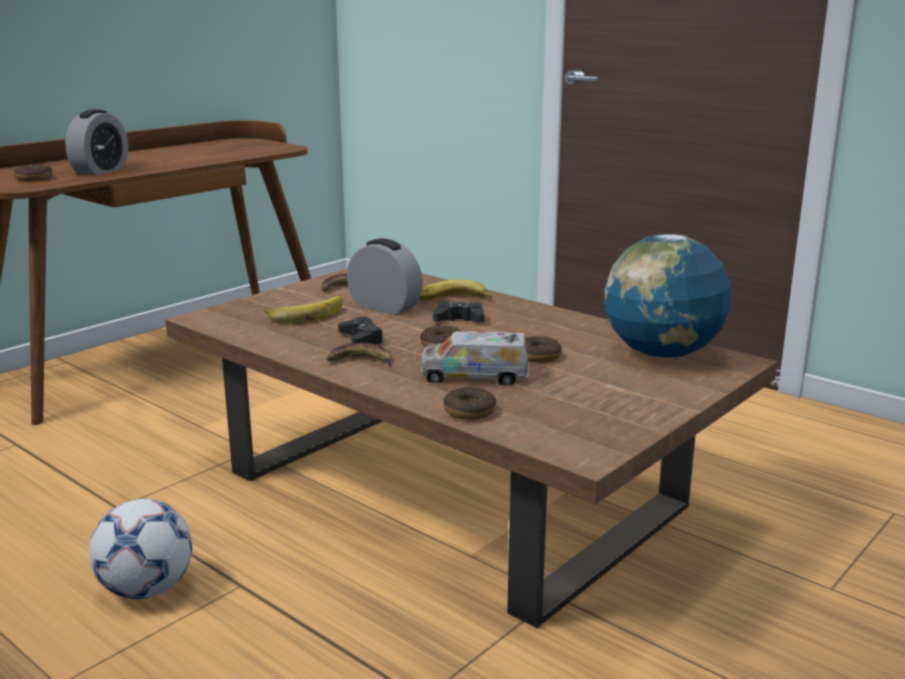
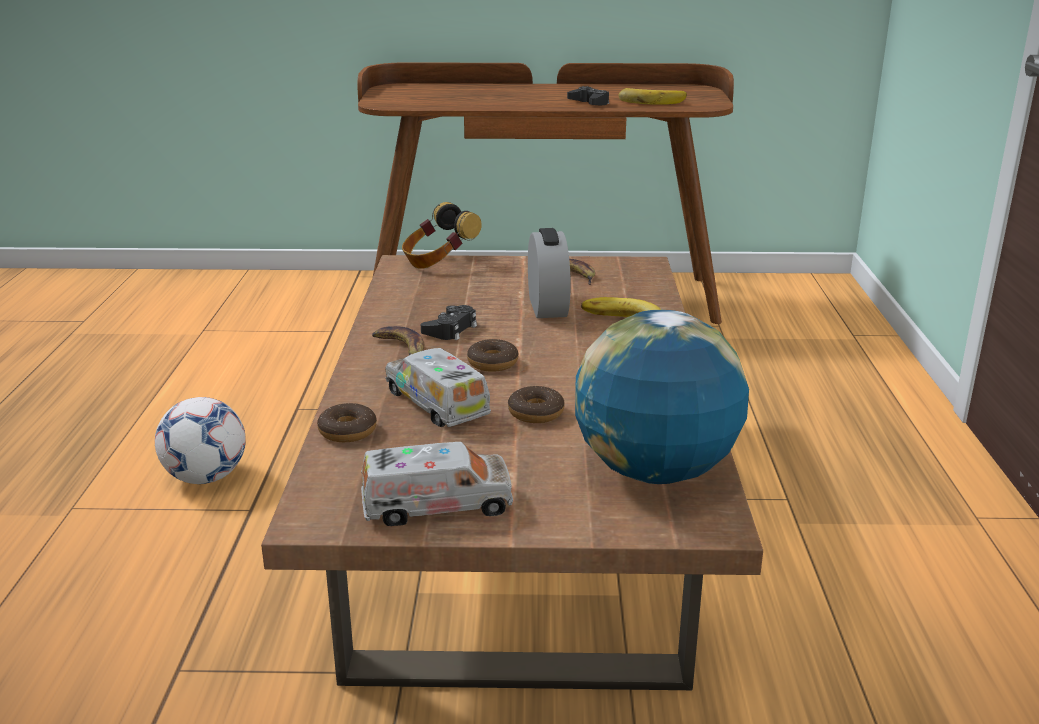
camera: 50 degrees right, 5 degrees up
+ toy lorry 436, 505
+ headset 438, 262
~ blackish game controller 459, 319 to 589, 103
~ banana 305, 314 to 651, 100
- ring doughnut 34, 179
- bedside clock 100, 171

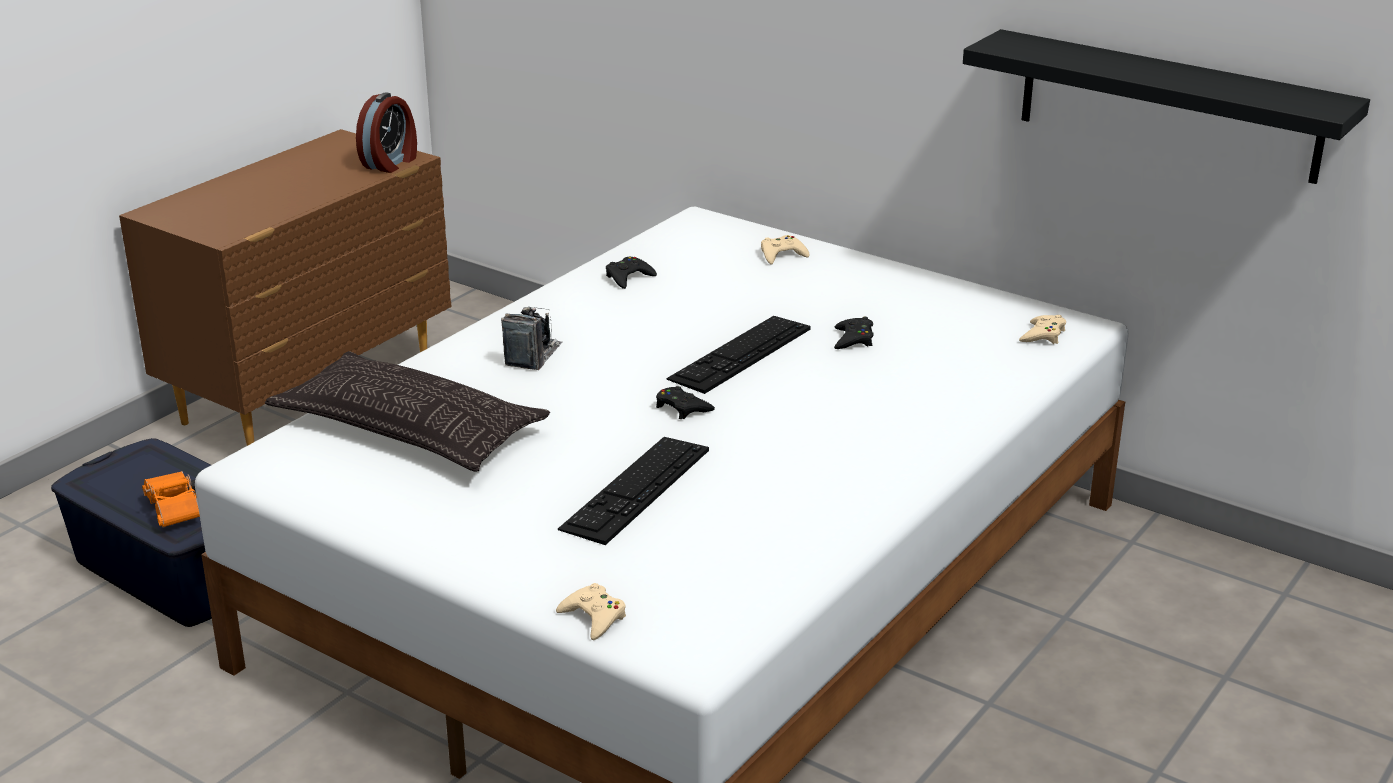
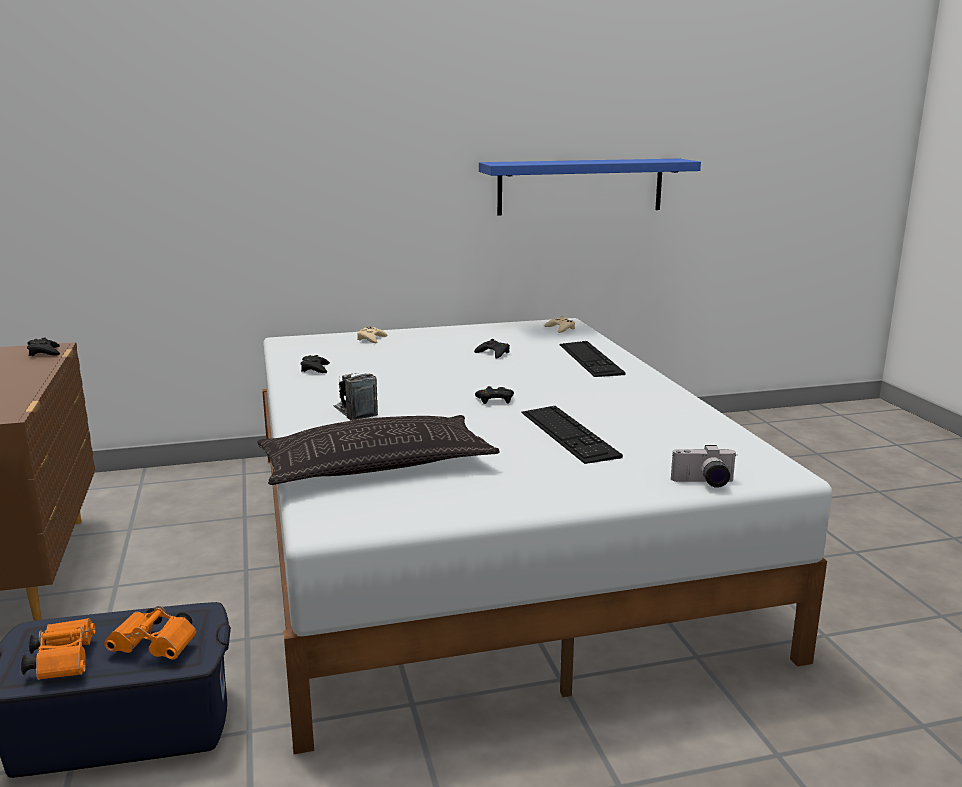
camera: 50 degrees left, 10 degrees down
+ orange pair of binoculars 64, 661
~ bedside clock 391, 163 to blackish game controller 44, 352
~ blackish shelf 1169, 106 to bluish shelf 581, 186
~ computer keyboard 740, 353 to 590, 359
~ beige game controller 594, 617 to photo camera 704, 483

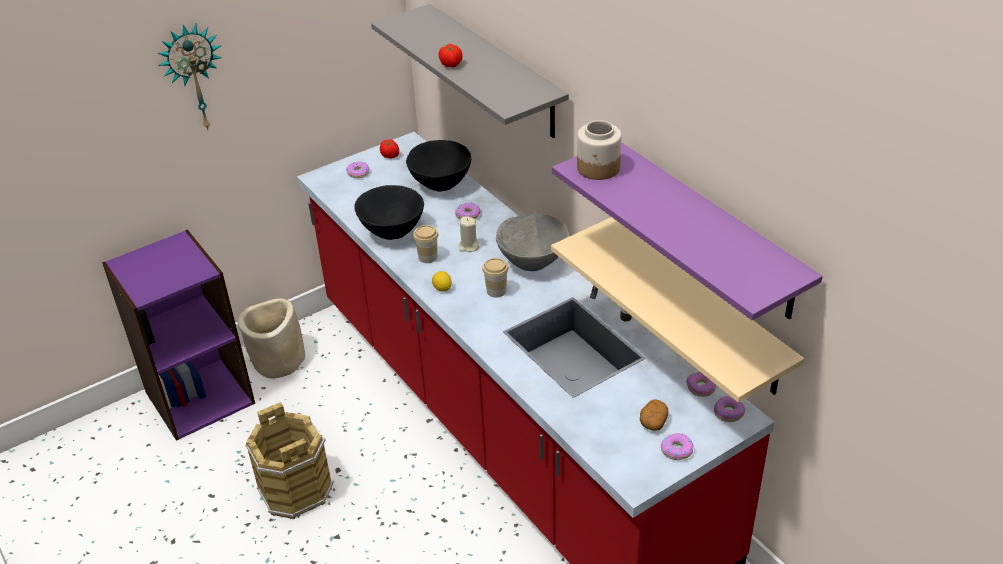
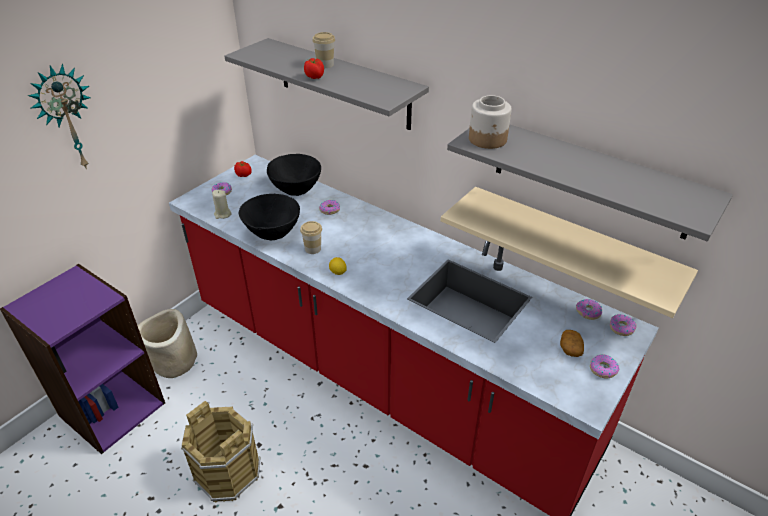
camera: 20 degrees left, 0 degrees up
~ beige wax light 469, 246 to 222, 214
~ small cup 496, 291 to 325, 65
~ purple-coloured shelf 707, 229 to grey shelf 590, 177
- grey serving bowl 532, 262

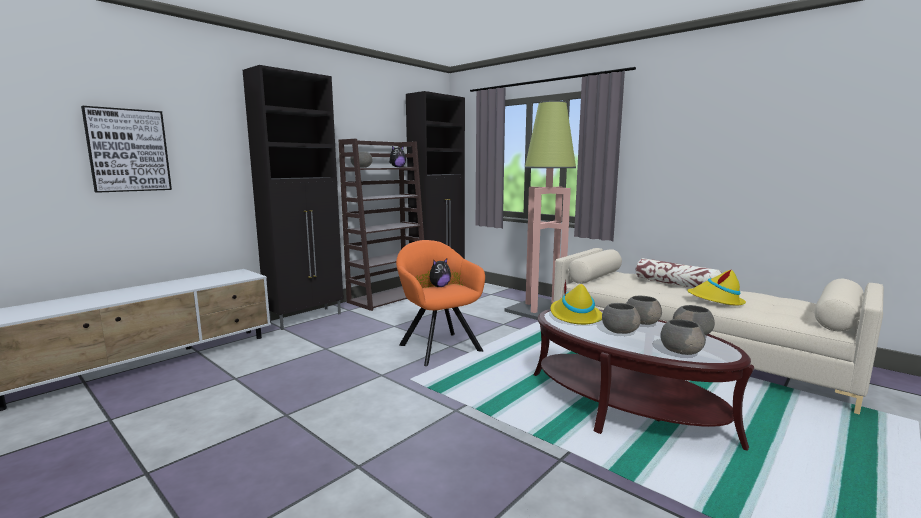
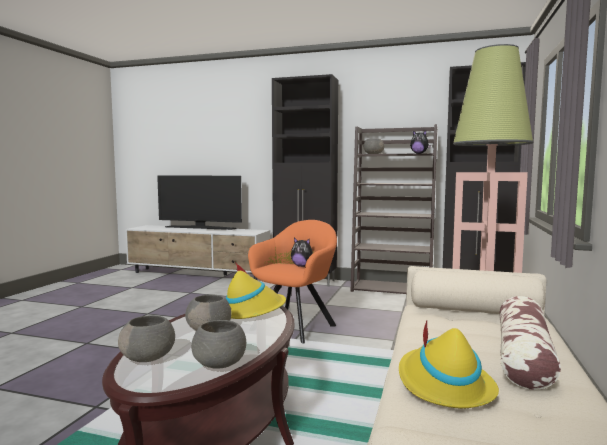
camera: 65 degrees right, 5 degrees down
+ TV set 201, 228
- wall art 128, 150
- grey serving bowl 641, 322

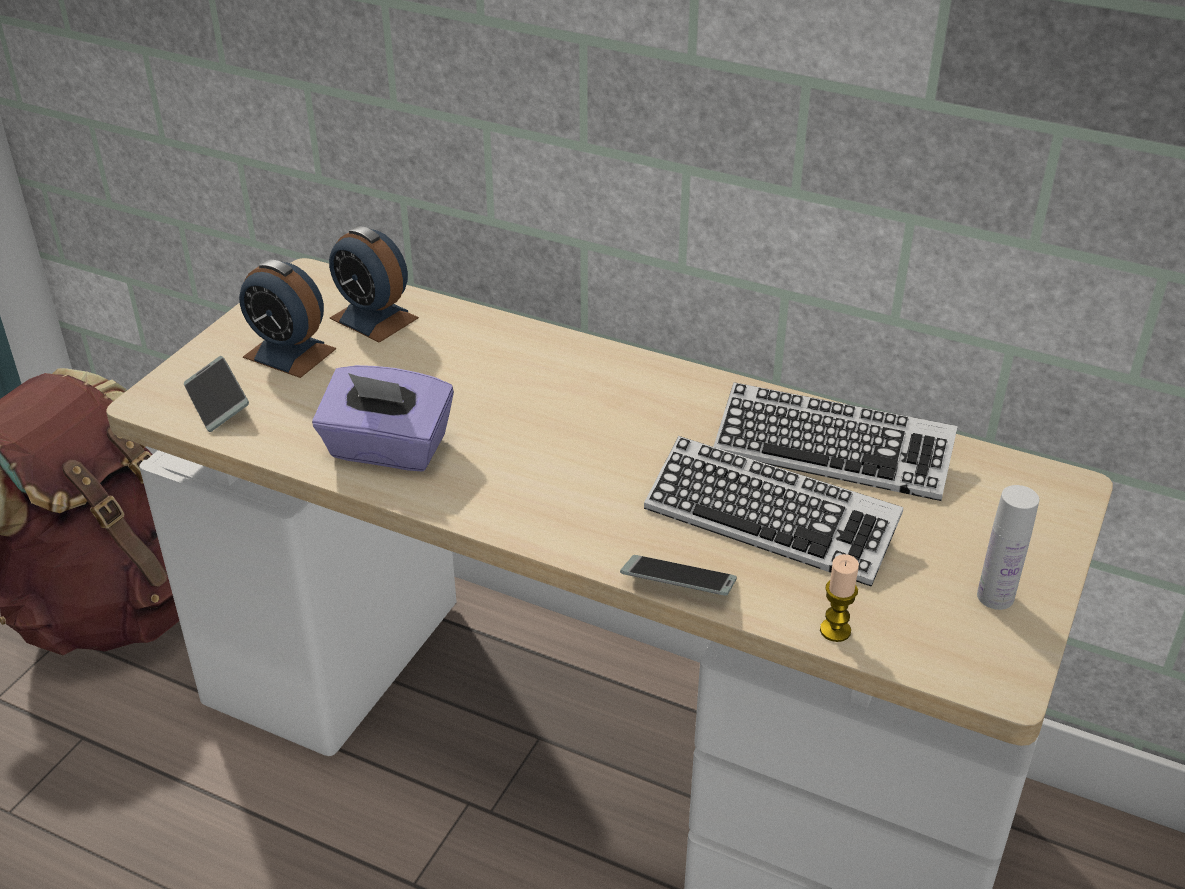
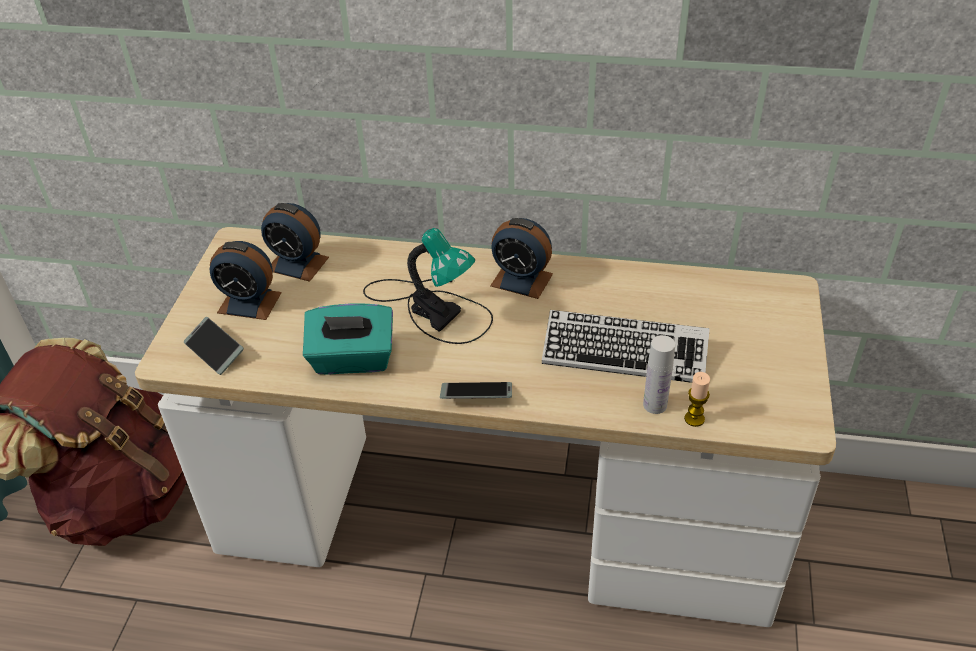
camera: 15 degrees left, 5 degrees up
~ purple-coloured box of tissues 387, 449 to turquoise box of tissues 352, 360
+ lamp for a table 432, 308
~ handset 678, 584 to 476, 396
+ bedside clock 521, 280
~ whitish beverage bottle 995, 596 to 655, 405
- computer keyboard 832, 452

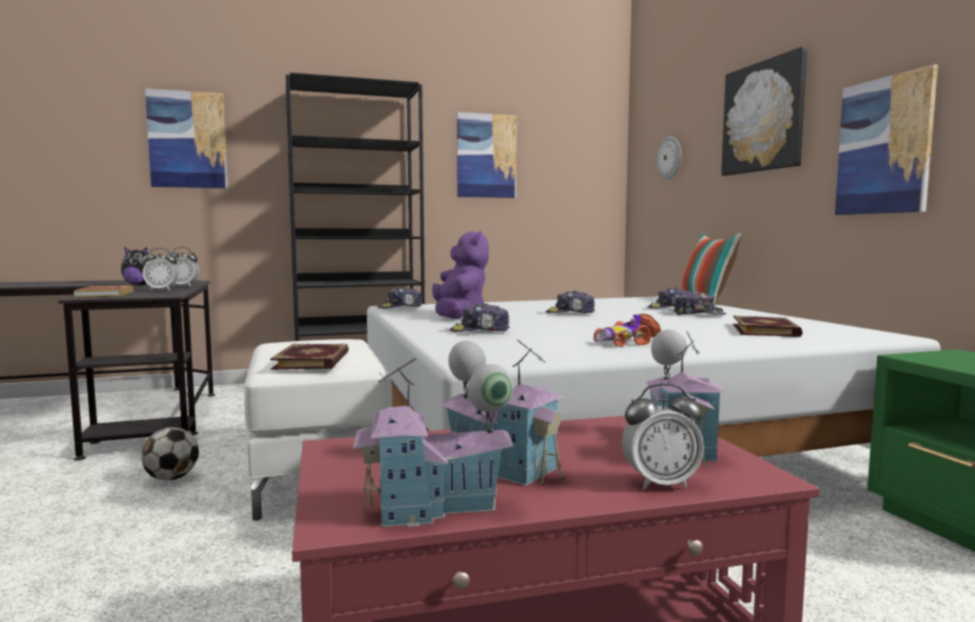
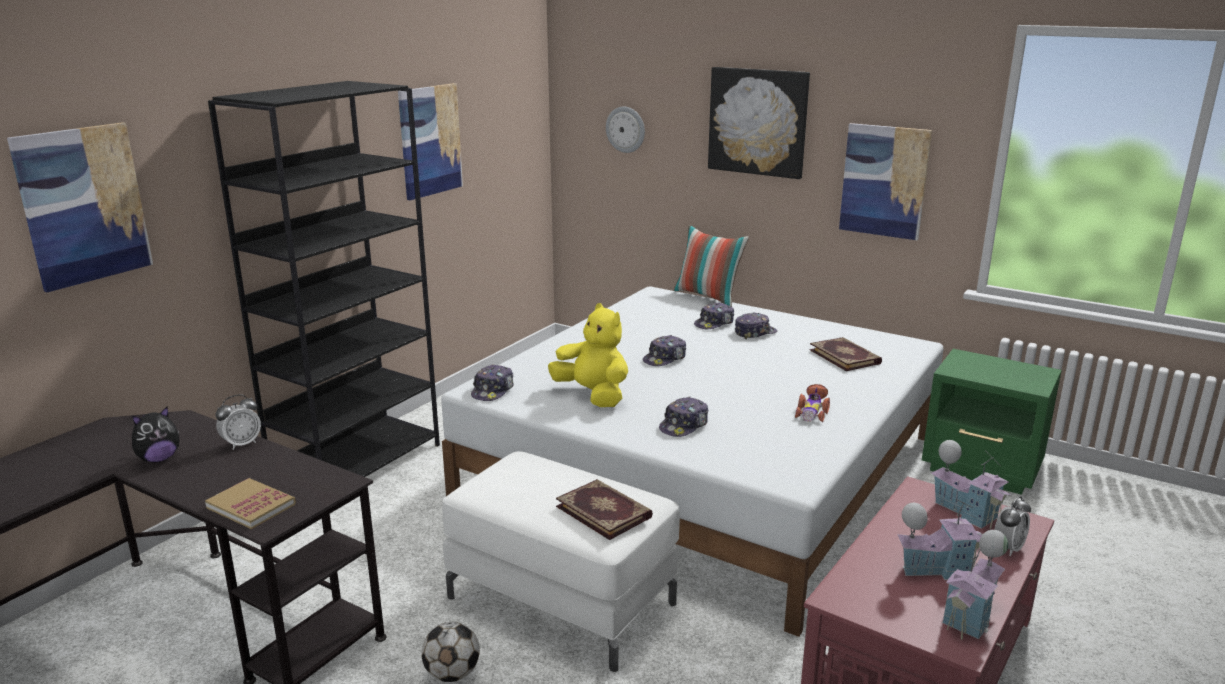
camera: 40 degrees left, 15 degrees up
~ purple-coloured plush toy 458, 316 to yellow plush toy 593, 395
- bedside clock 161, 290

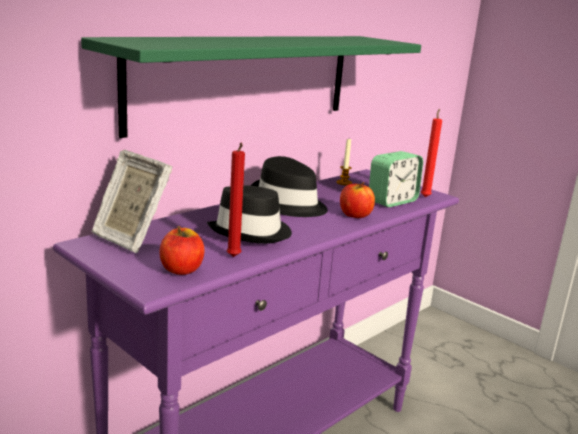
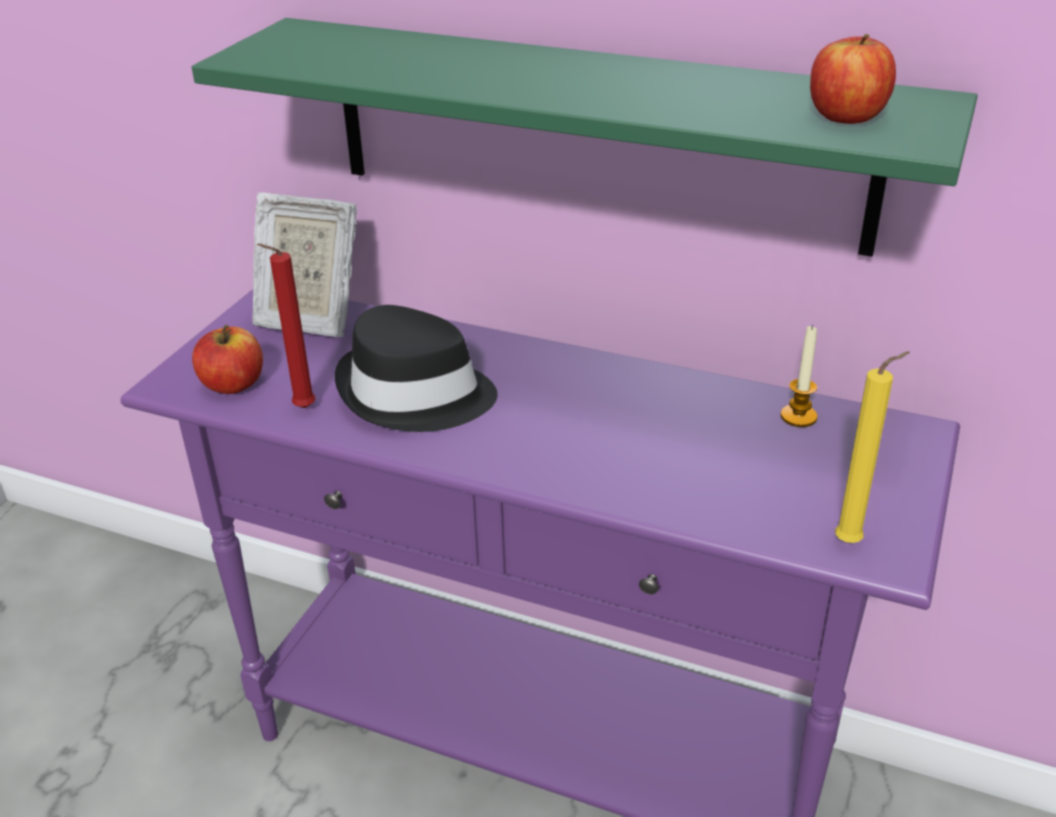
camera: 70 degrees right, 15 degrees up
~ standing frame 130, 239 = 308, 318 90 degrees counterclockwise
~ whole apple 355, 215 to 846, 116
~ red-coloured wax light 425, 196 to yellow wax light 852, 542
- blackish wearable hat 287, 204
- bedside clock 392, 201

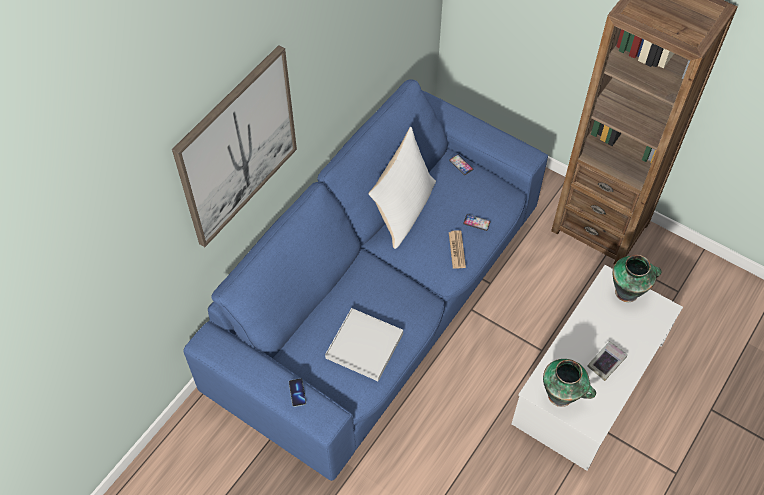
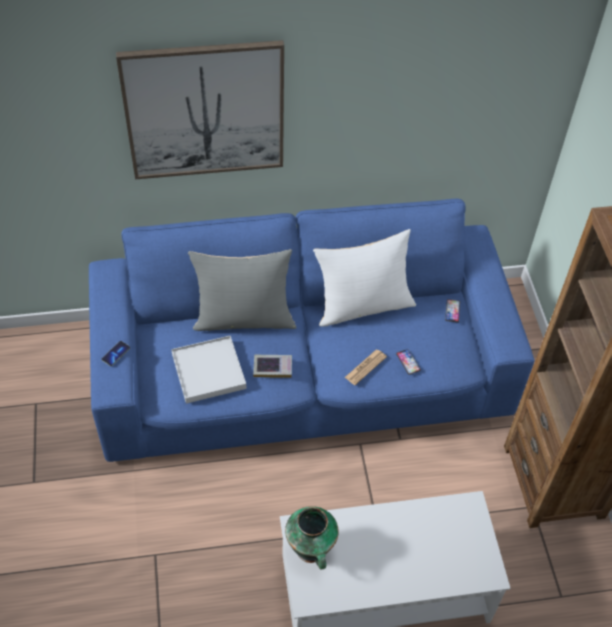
camera: 45 degrees right, 5 degrees down
+ grey pillow 244, 318
~ volume 606, 362 to 272, 368
- decorative vase 628, 292

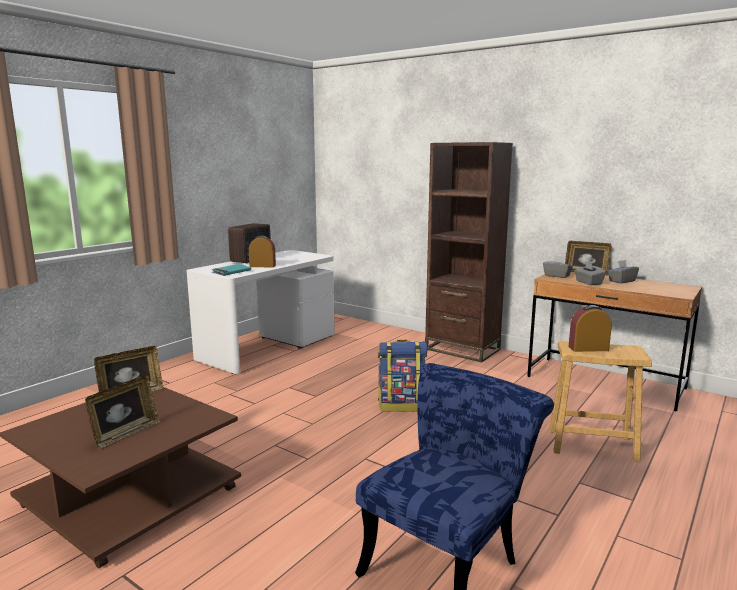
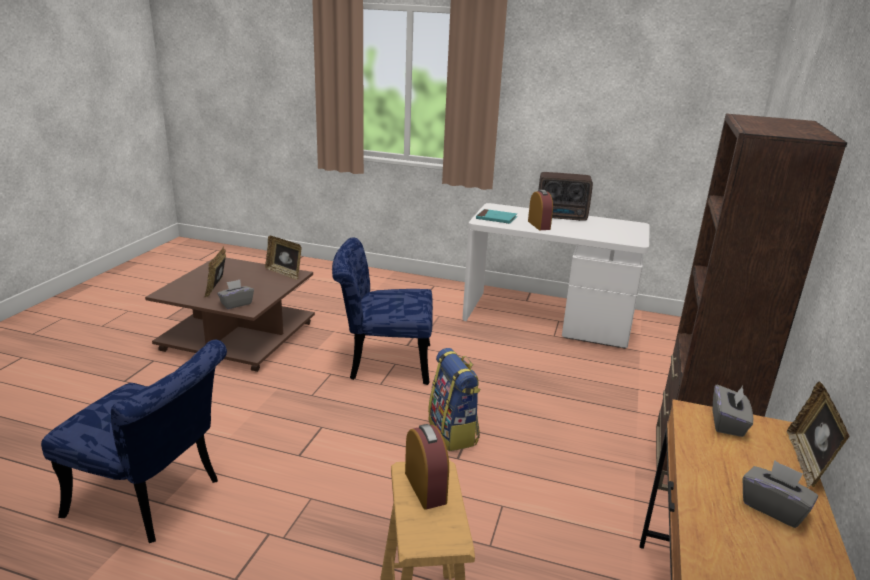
camera: 70 degrees right, 10 degrees up
~ standing frame 125, 434 = 217, 288 75 degrees clockwise
~ grey box of tissues 588, 282 to 236, 304
+ bluish upright chair 382, 362

